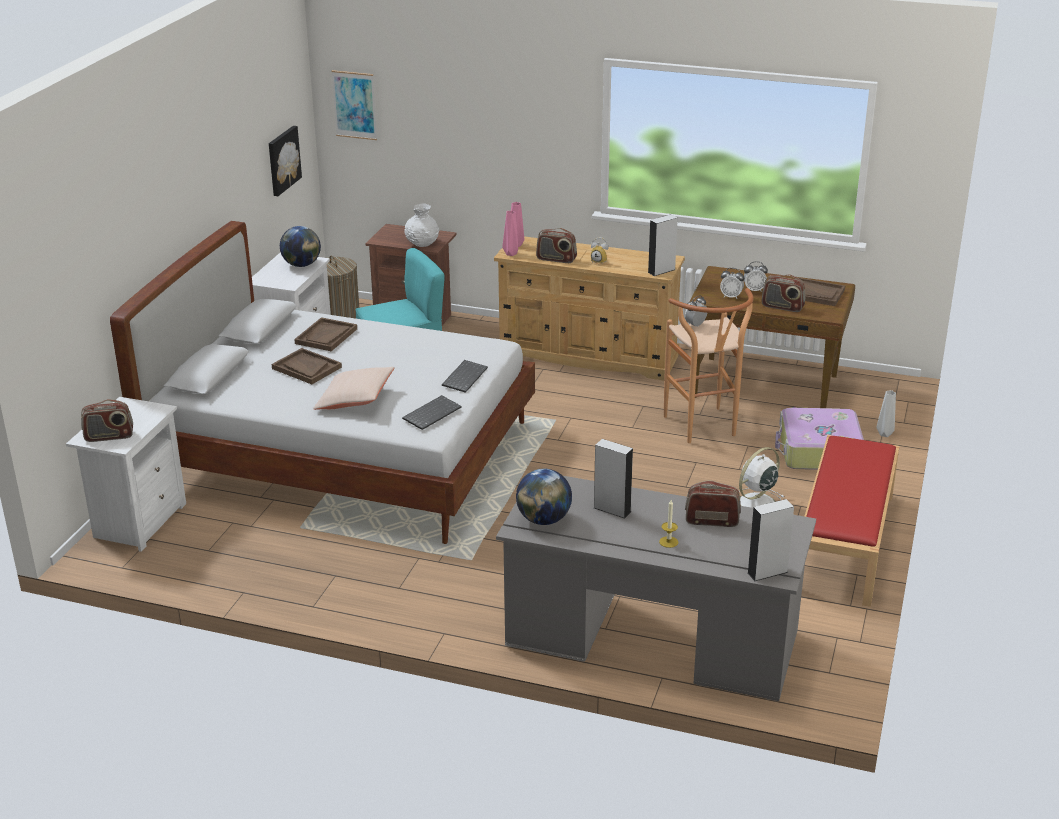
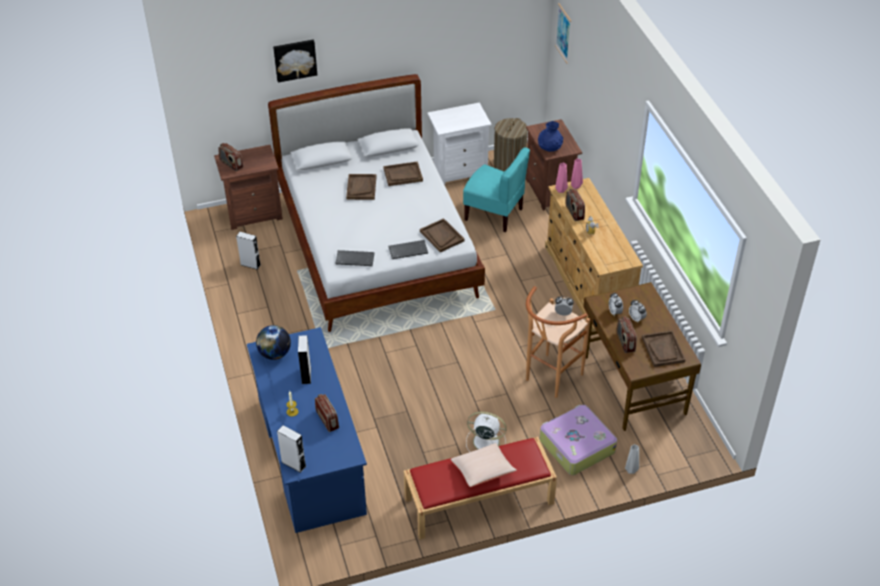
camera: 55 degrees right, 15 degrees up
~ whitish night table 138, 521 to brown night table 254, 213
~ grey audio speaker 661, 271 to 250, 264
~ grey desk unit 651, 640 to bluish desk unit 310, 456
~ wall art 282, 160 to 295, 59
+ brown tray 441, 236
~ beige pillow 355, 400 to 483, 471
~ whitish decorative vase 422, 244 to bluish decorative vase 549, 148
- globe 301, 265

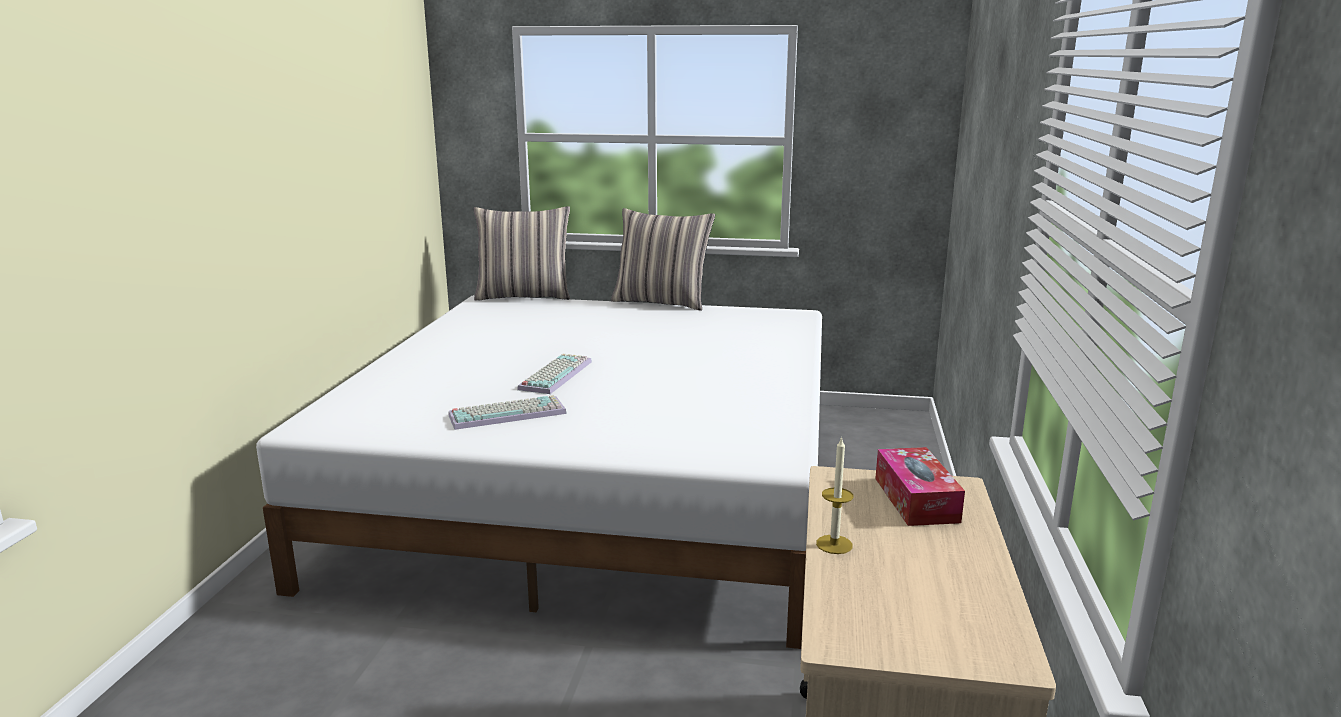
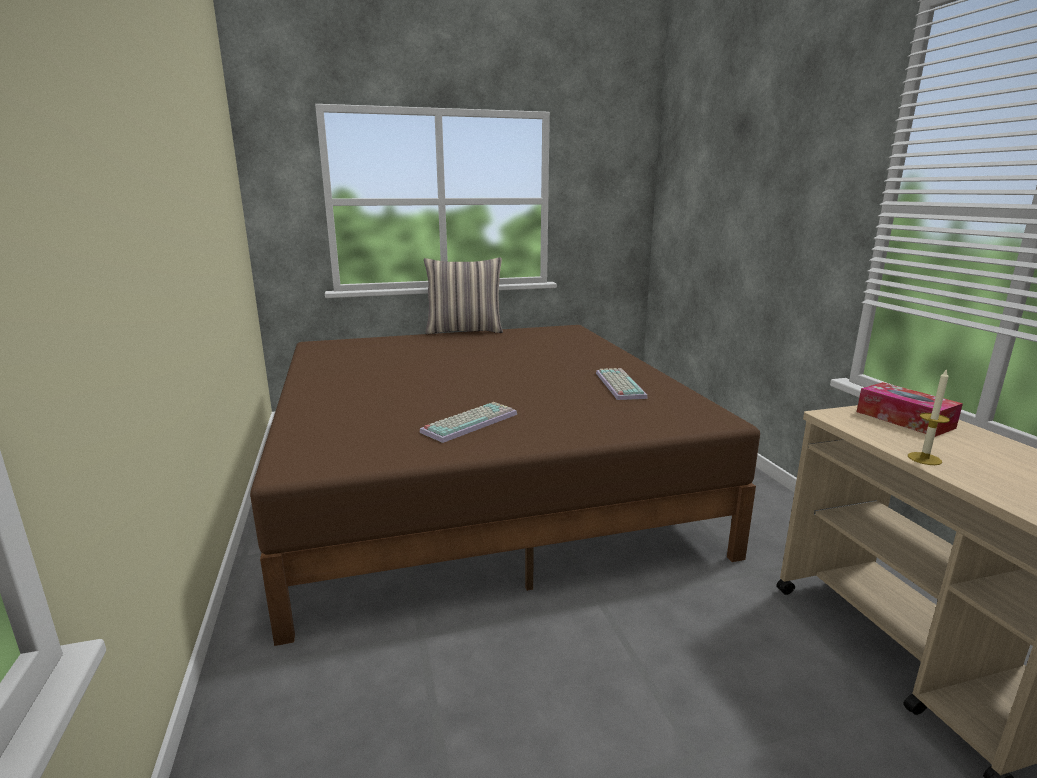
camera: 25 degrees left, 0 degrees up
~ whitish bedroom bed 599, 489 to brown bedroom bed 481, 481
~ computer keyboard 555, 374 to 618, 385
- pillow 524, 296

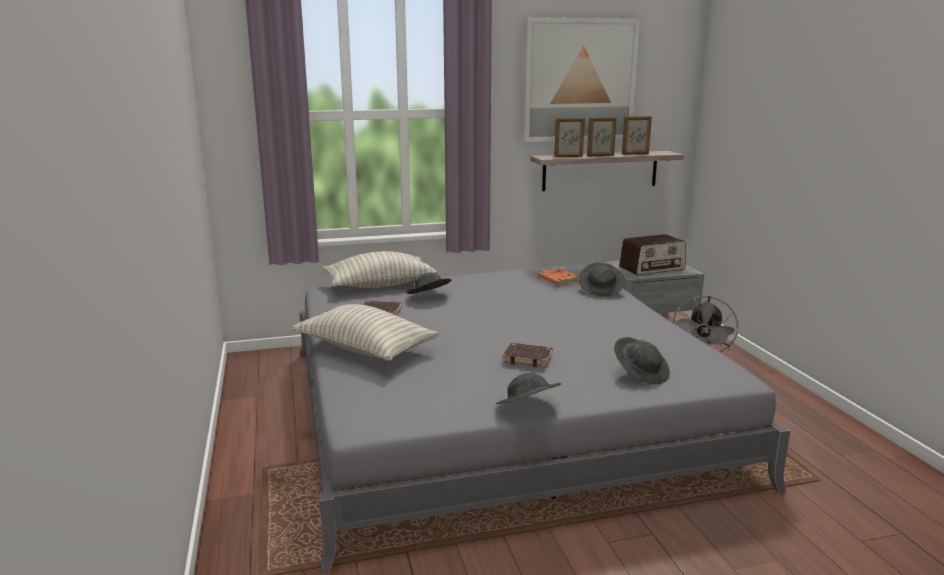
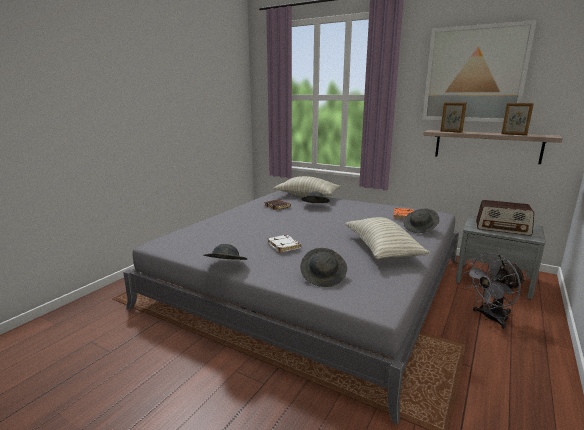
camera: 45 degrees right, 0 degrees up
~ brown volume 528, 358 to whitish volume 284, 246
~ pillow 365, 350 to 382, 249
- standing frame 600, 156

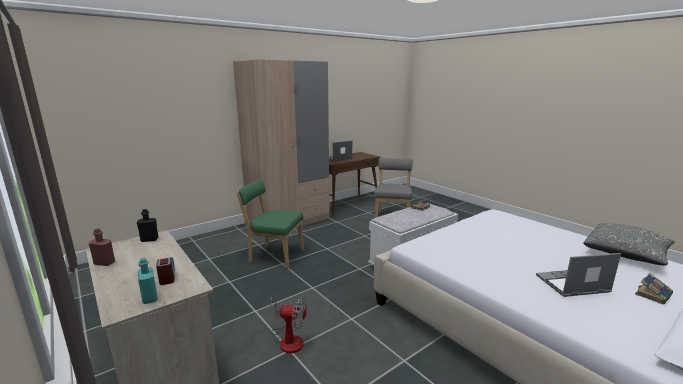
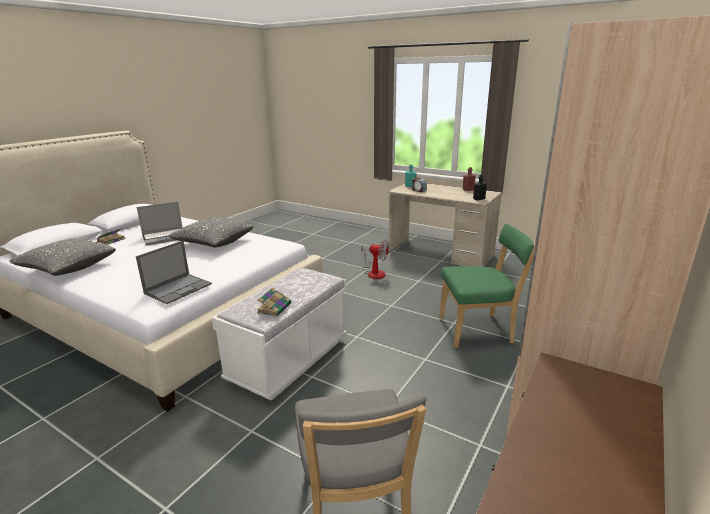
camera: 160 degrees right, 5 degrees up
~ laptop 337, 158 to 179, 288
+ grey pillow 213, 242
~ fan 288, 339 = 374, 272 150 degrees counterclockwise

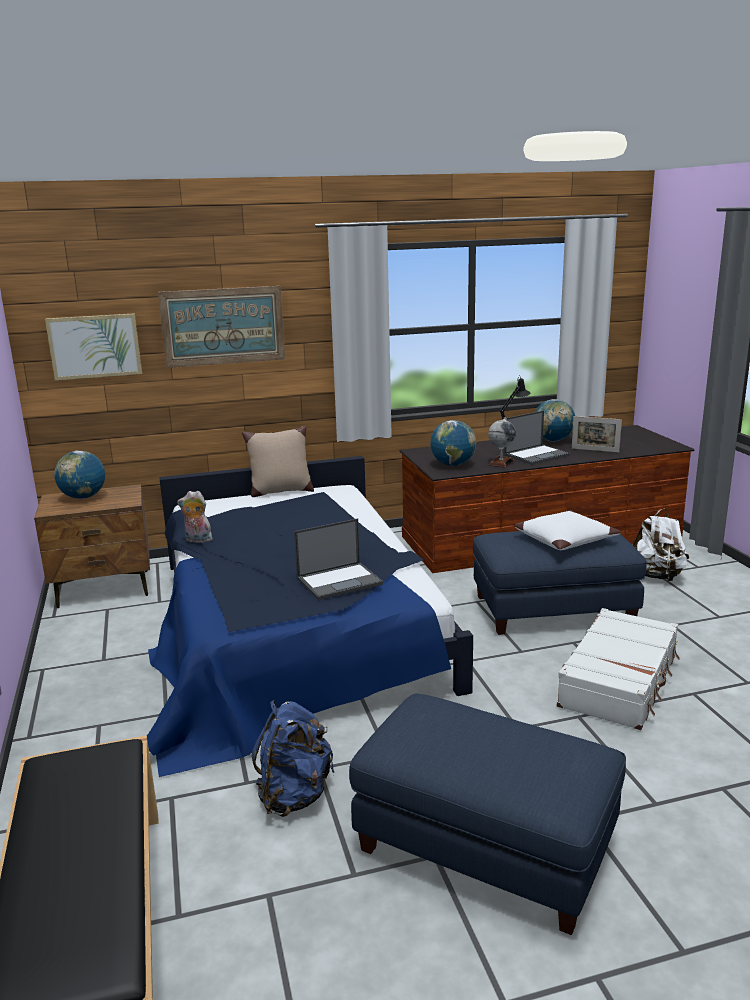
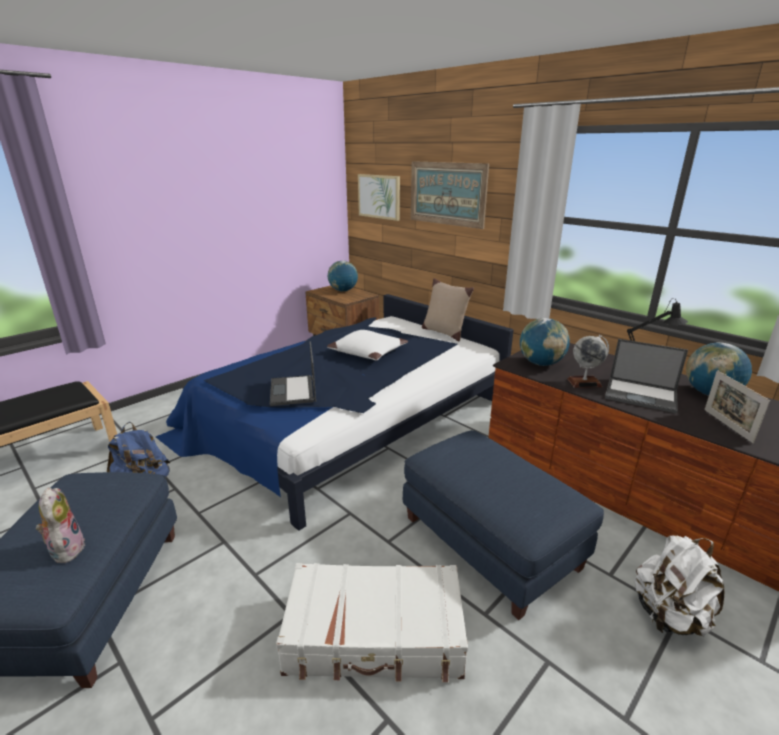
camera: 60 degrees right, 5 degrees up
~ plush toy 197, 540 to 66, 549
~ laptop 340, 581 = 293, 391 45 degrees clockwise
~ whitish pillow 565, 540 to 368, 352

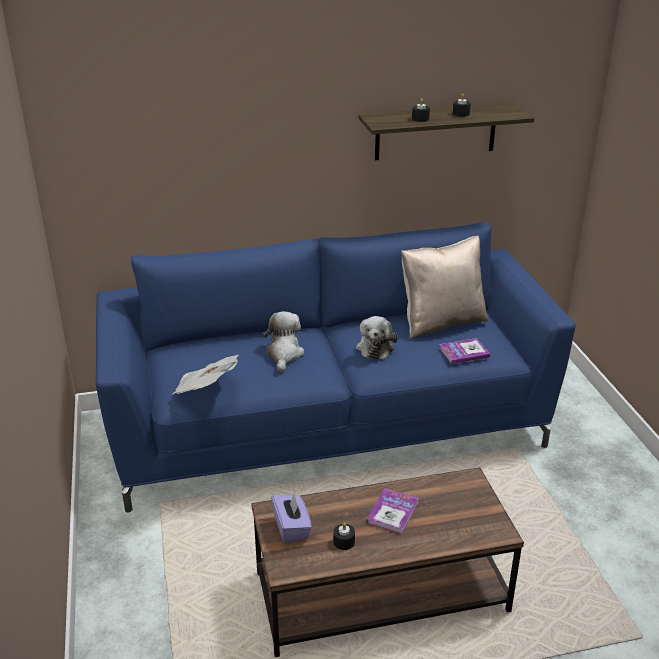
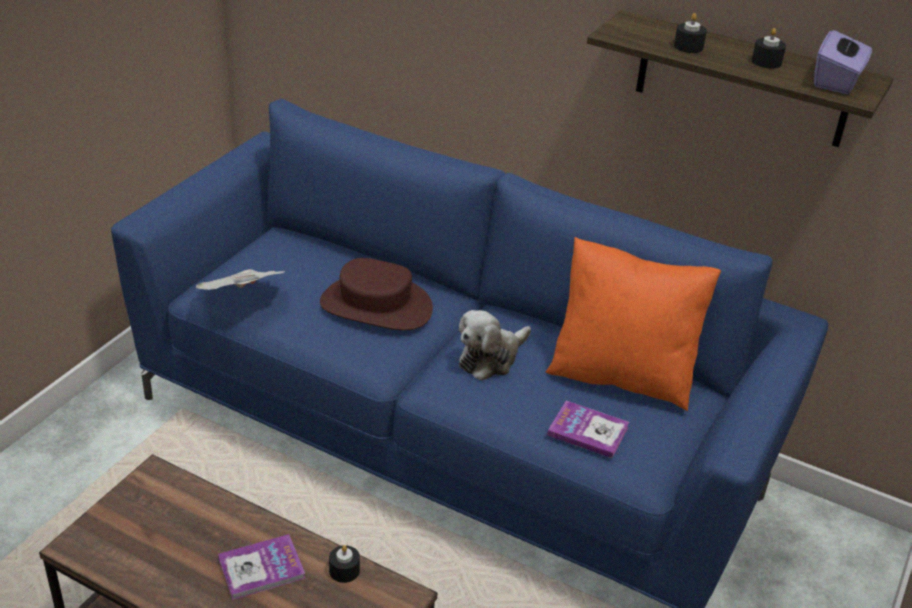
camera: 40 degrees right, 5 degrees up
~ plush toy 284, 354 to brown wearable hat 375, 306
~ blackish wax light 344, 542 to 344, 570
~ beige pillow 441, 323 to orange pillow 621, 376
~ purple-coloured box of tissues 291, 528 to 837, 81

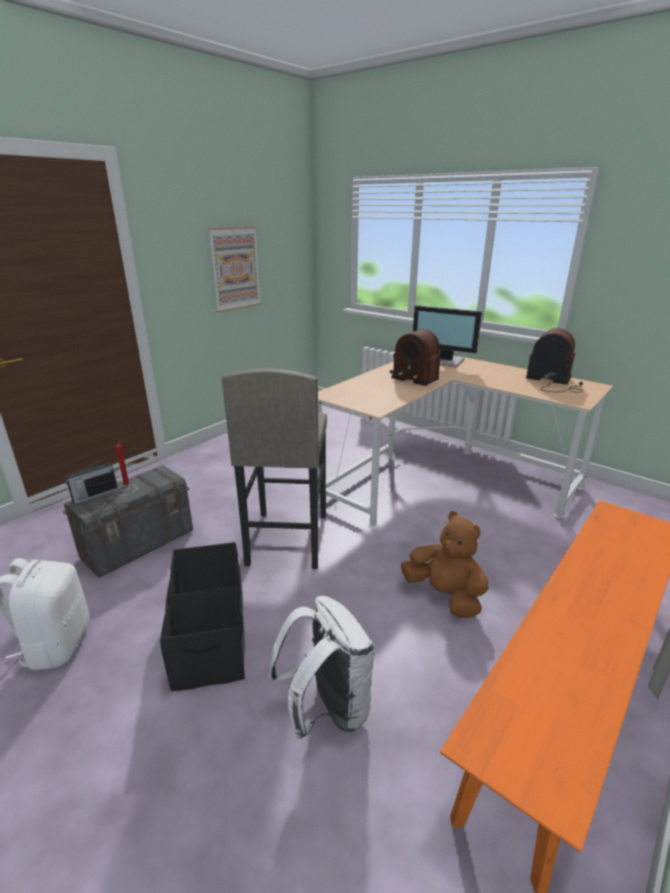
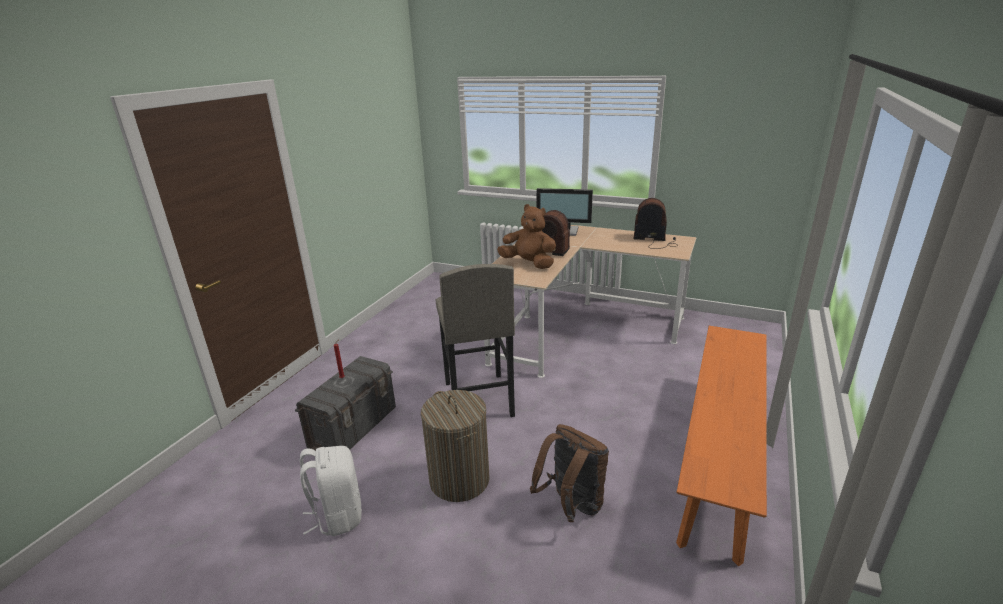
camera: 15 degrees left, 0 degrees up
~ blackish storage bin 211, 634 to laundry basket 459, 479
~ brown plush toy 444, 595 to 529, 264
~ whitish backpack 327, 709 to brown backpack 571, 506
- radio receiver 94, 495
- wall art 235, 268

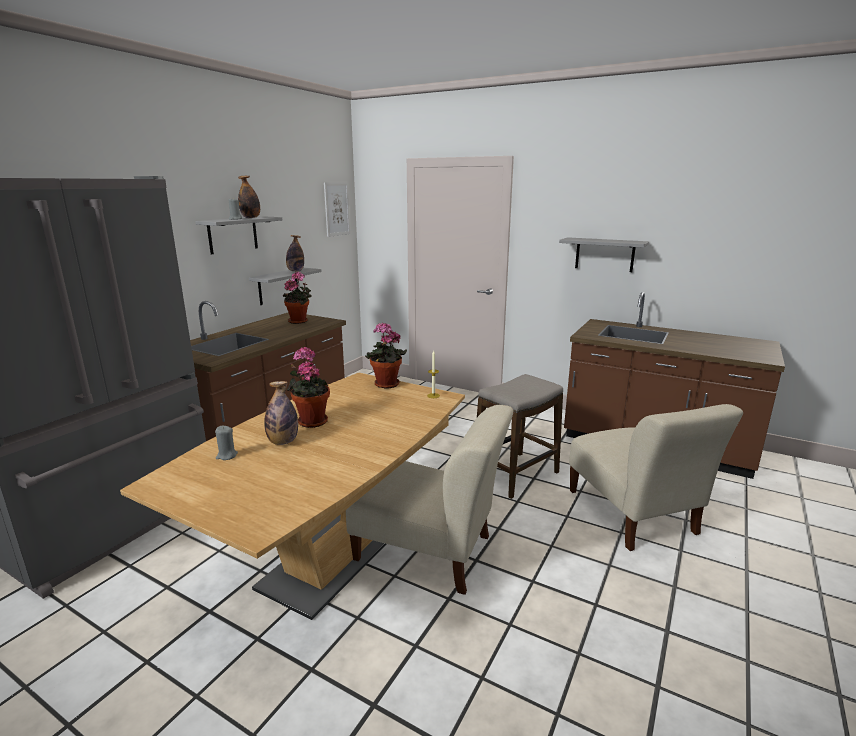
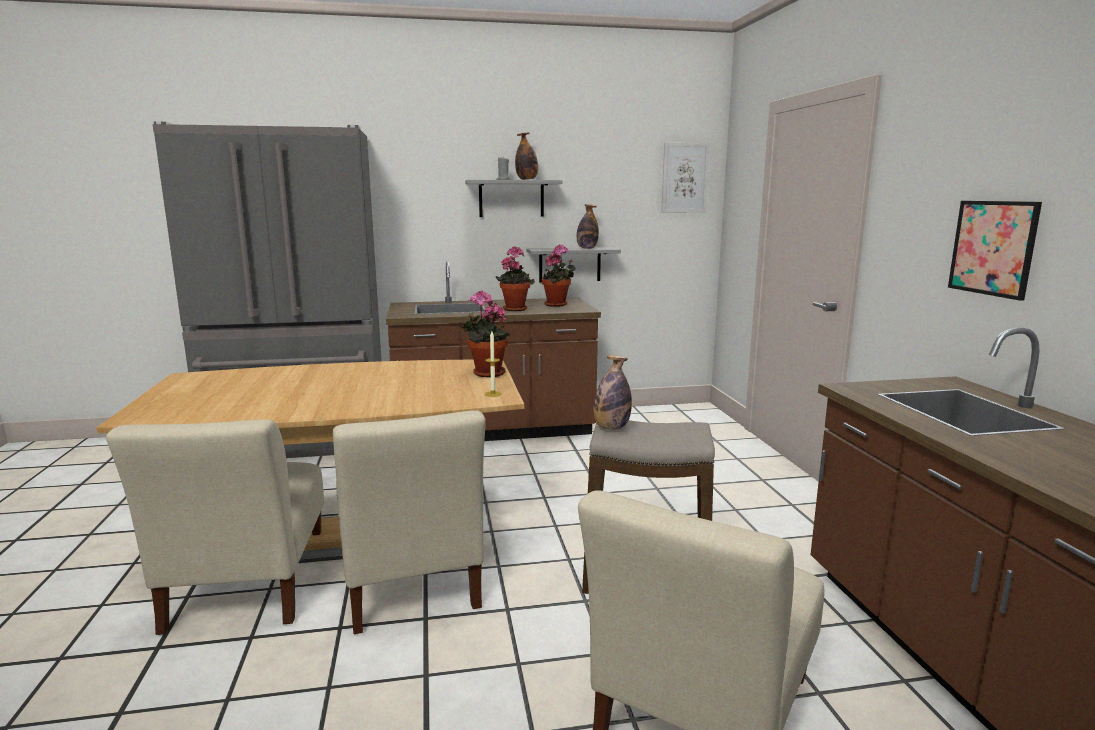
camera: 50 degrees right, 5 degrees down
+ beige upright chair 246, 588
~ houseplant 311, 421 to 515, 309
~ beverage bottle 283, 442 to 611, 428
~ grey shelf 604, 254 to wall art 993, 248
- grey wax light 226, 456

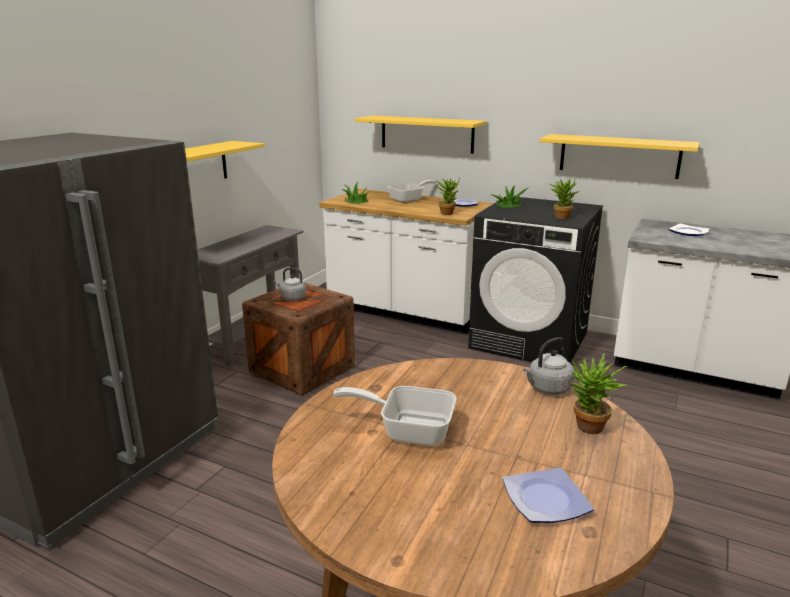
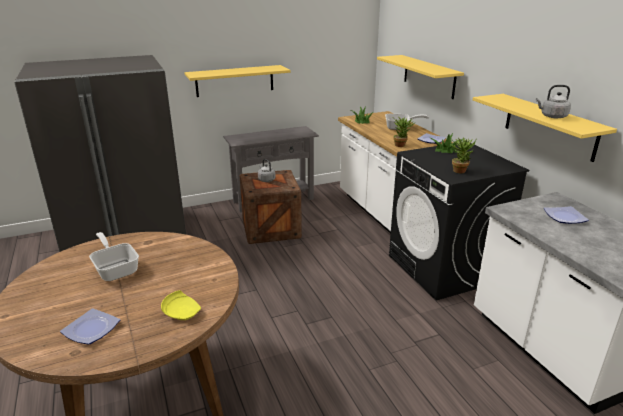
camera: 40 degrees right, 5 degrees up
~ houseplant 588, 429 to yellow plate 182, 312
~ grey water kettle 547, 389 to 552, 116

